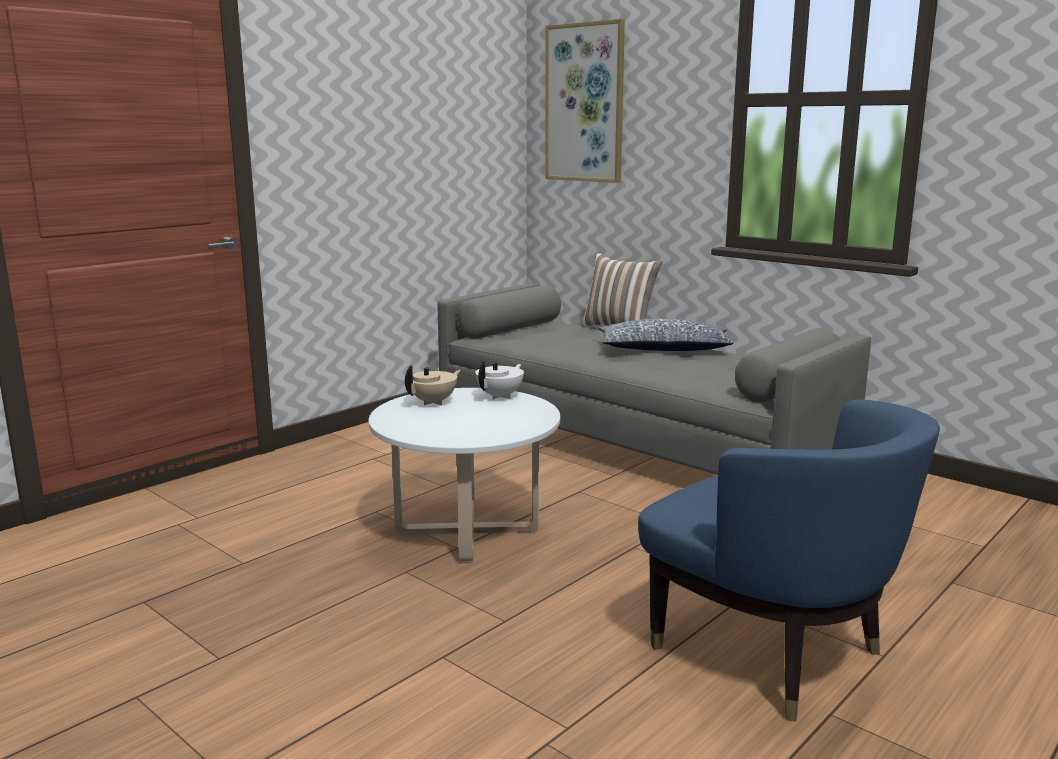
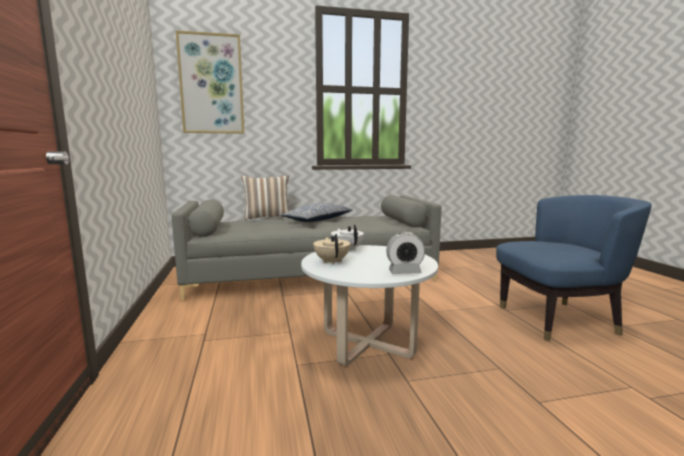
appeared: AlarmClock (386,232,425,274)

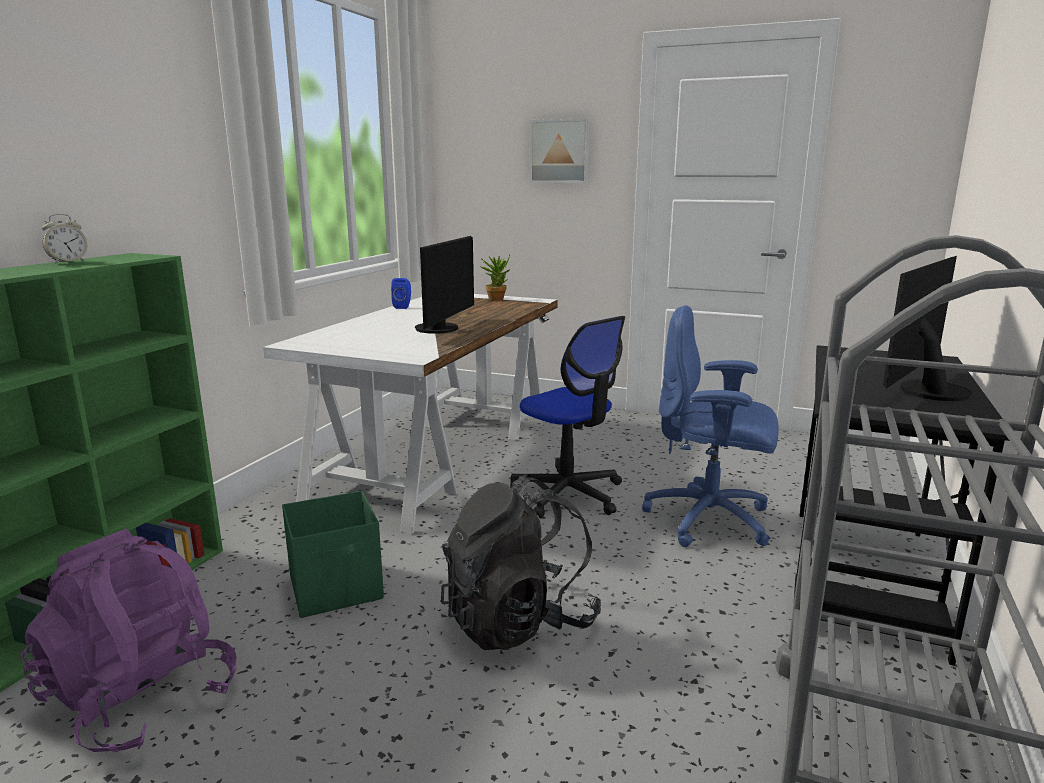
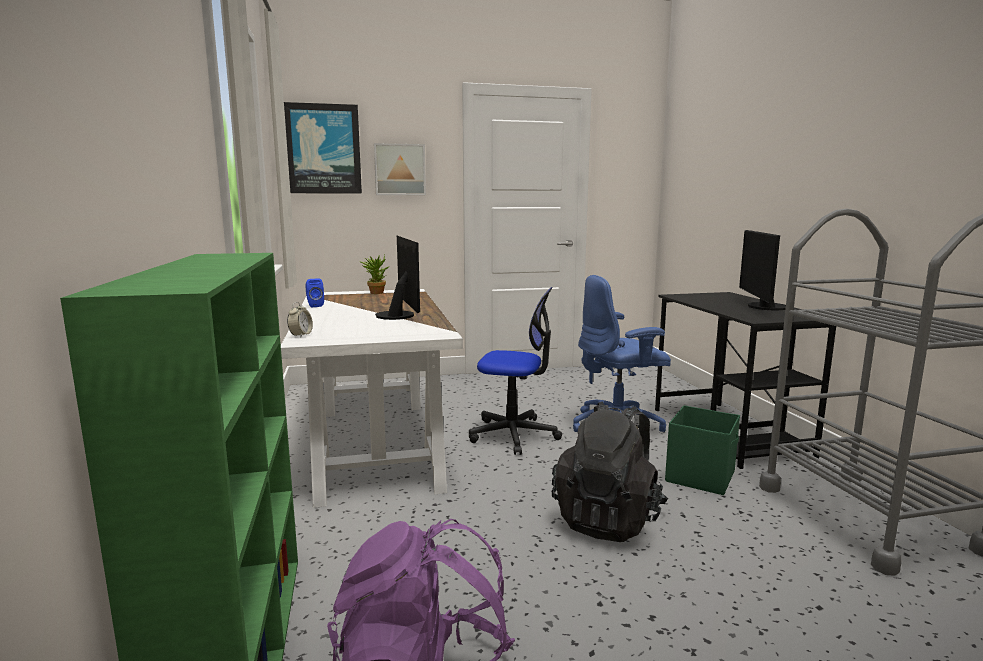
appeared: Picture (284,102,362,194)
relocated: AlarmClock (42,214,88,264) to (287,302,313,337); GreenStorageBox (282,490,384,618) to (665,405,740,495)

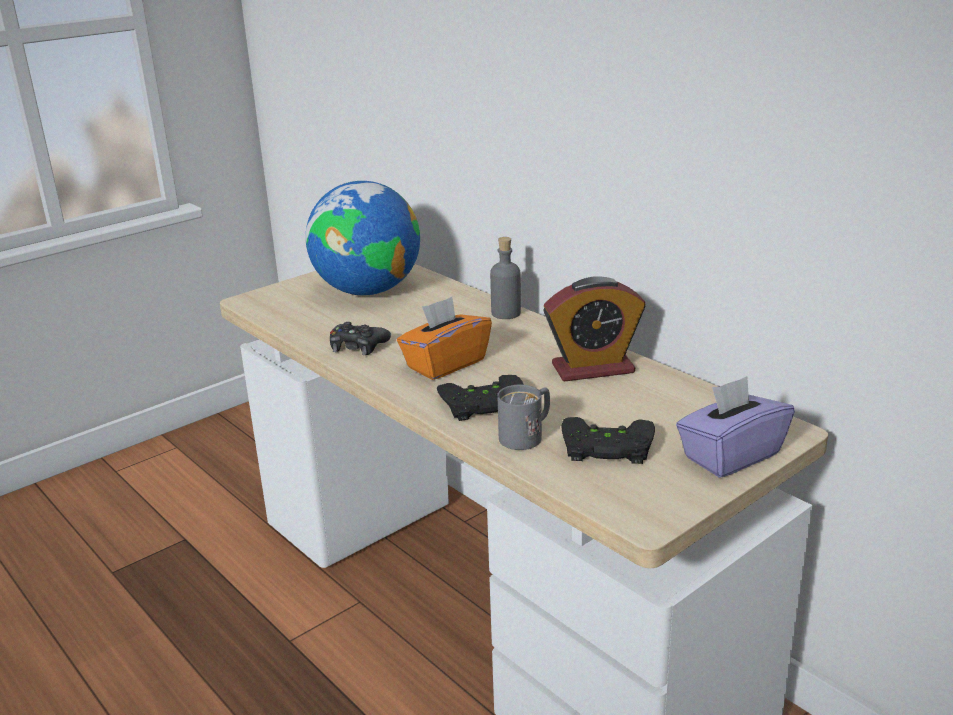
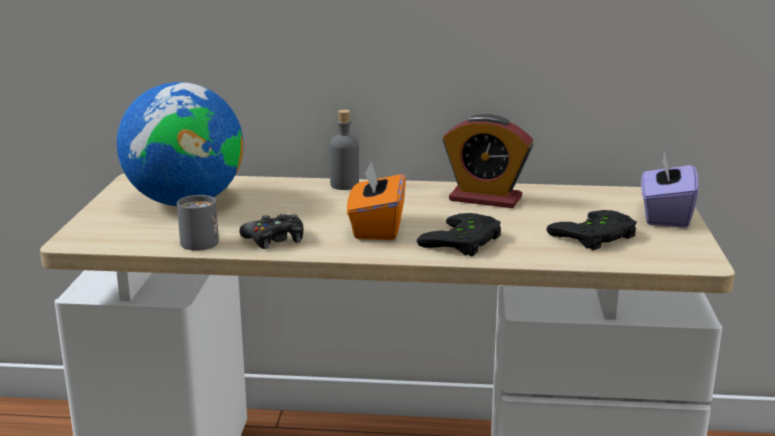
relocated: GreyMug (497,385,550,450) to (177,195,219,251)
spun: AlarmClock (543,276,646,382) = (443,114,533,208) 75 degrees clockwise

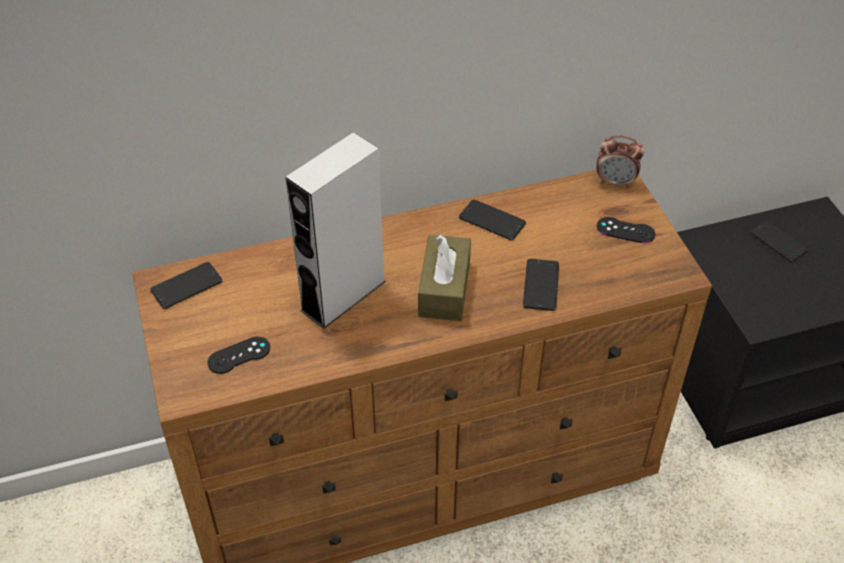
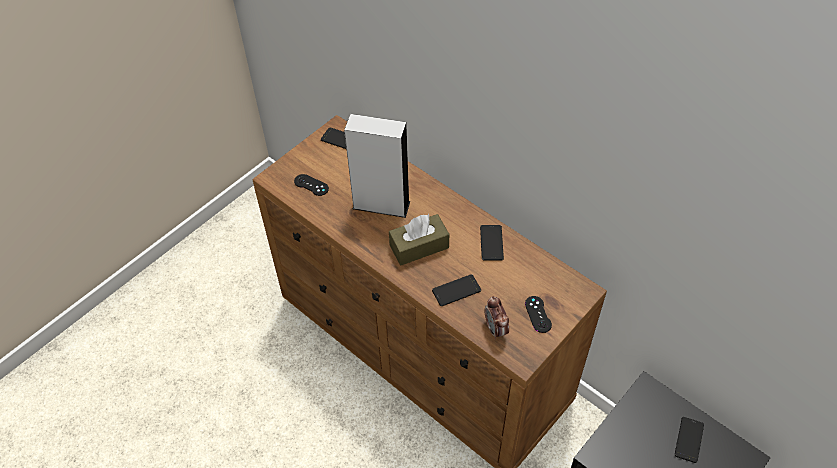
relocated: AlarmClock (597,135,644,188) to (485,296,509,339)

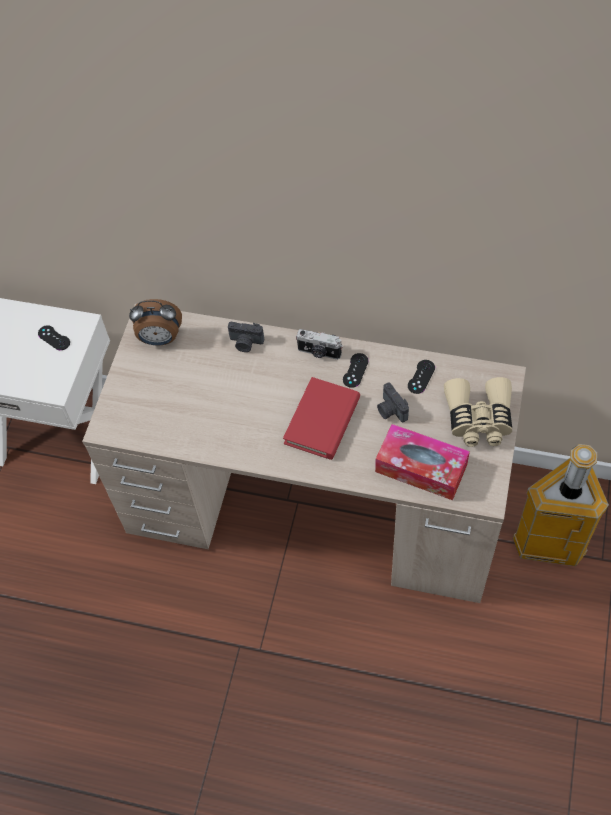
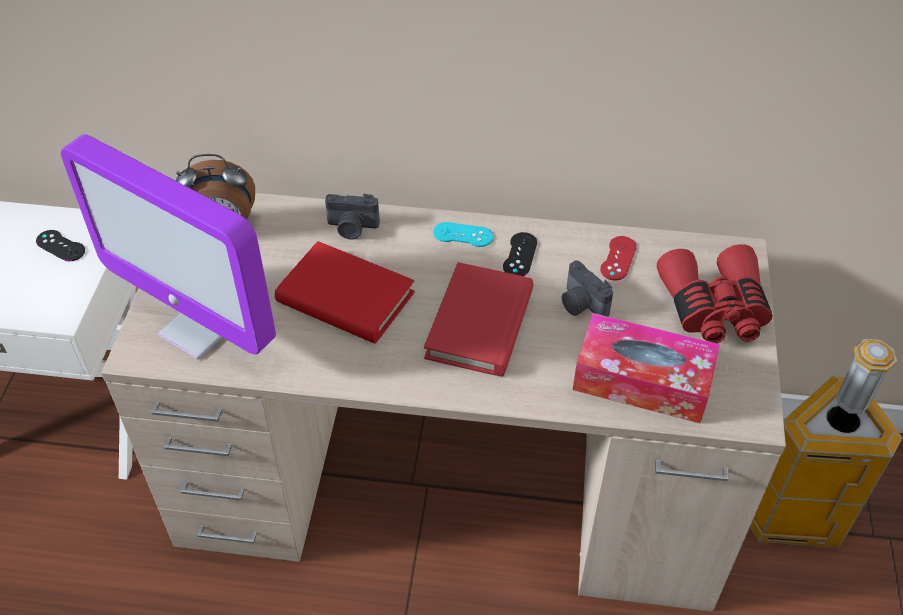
appeared: Monitor (61,134,276,359); RedBook (275,241,415,344)
exchanged: PhotoCamera (296,329,343,360) to TurquoiseGameController (433,222,493,247)
colour: BlackGameController (408,360,435,394) to RedGameController (600,236,637,280); BeigeBinoculars (444,377,512,447) to RedBinoculars (657,244,773,344)

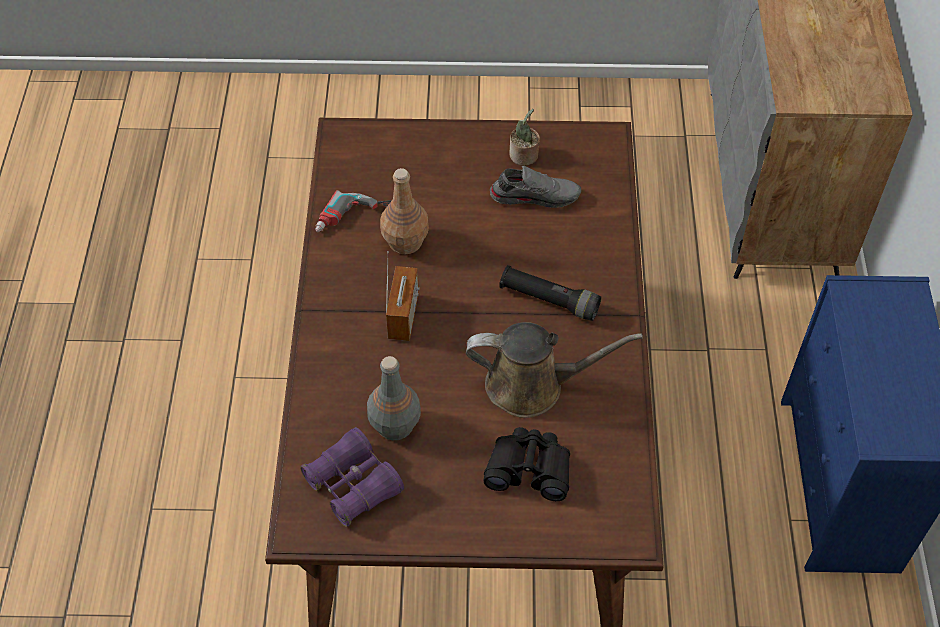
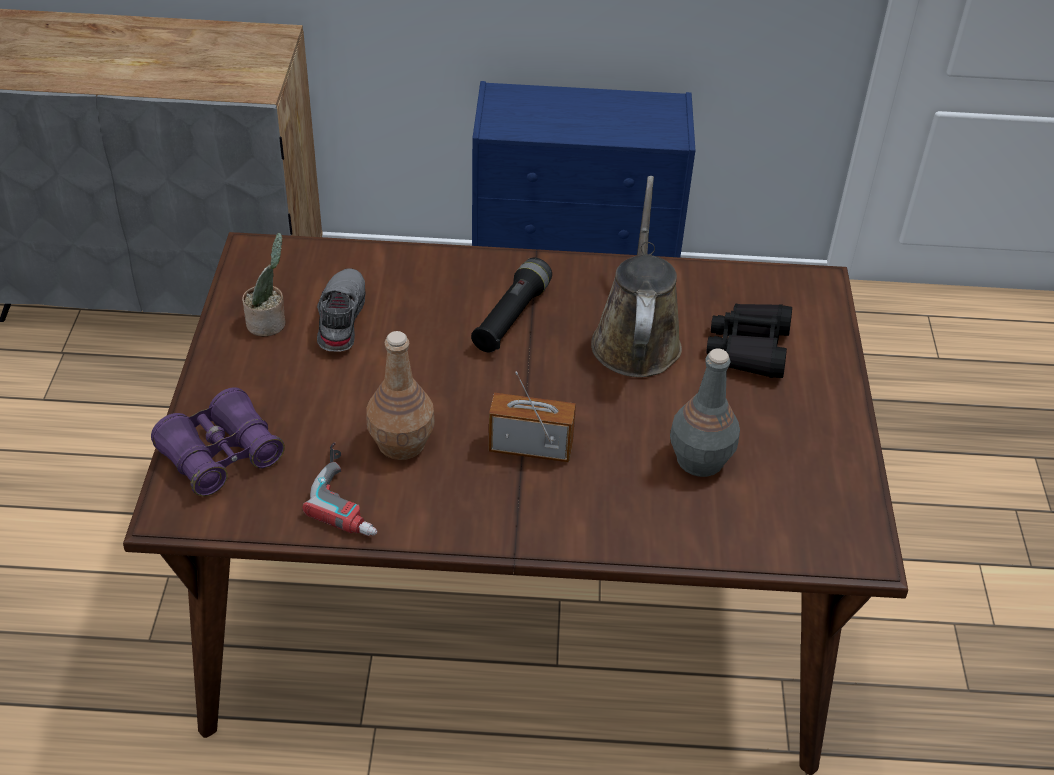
relocated: PurpleBinoculars (300,427,404,527) to (151,387,285,496)

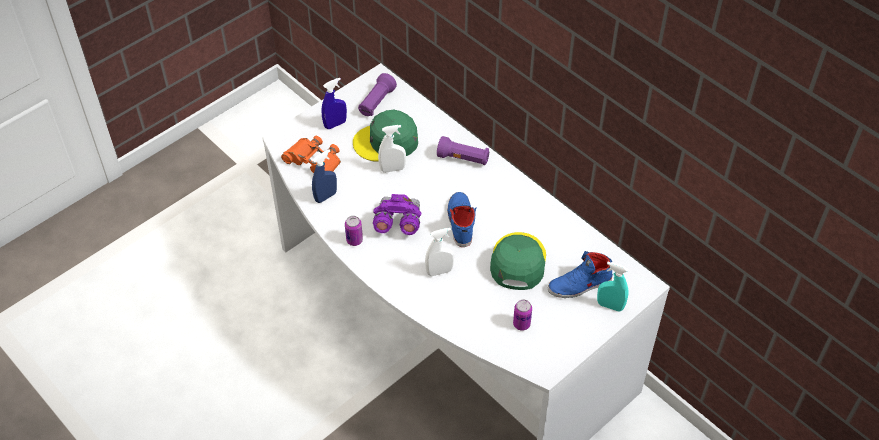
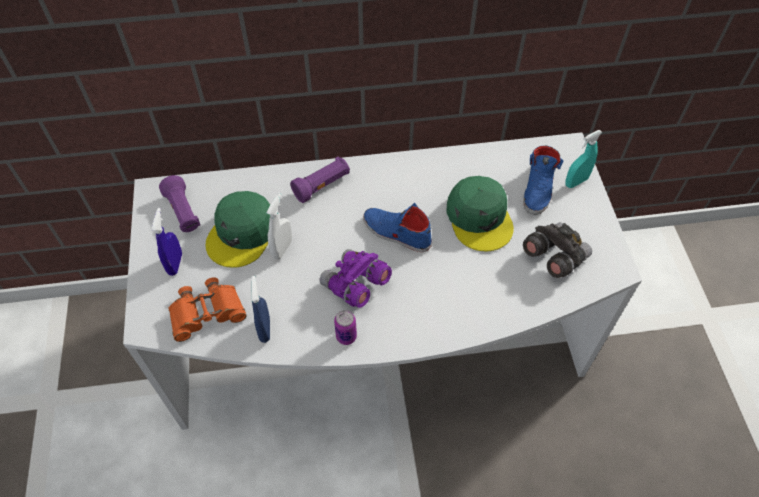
missing: WhiteSprayBottle (425,228,454,276)
exchanged: Can (513,300,532,331) to GreyBinoculars (523,223,592,278)
spun: GreenCap (490,232,546,290) = (447,176,514,251) 150 degrees counterclockwise

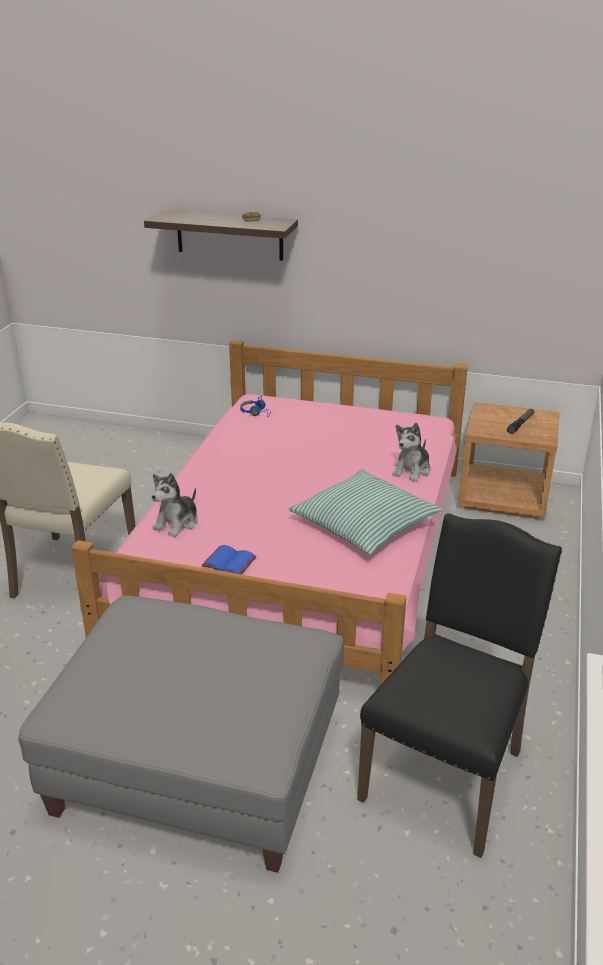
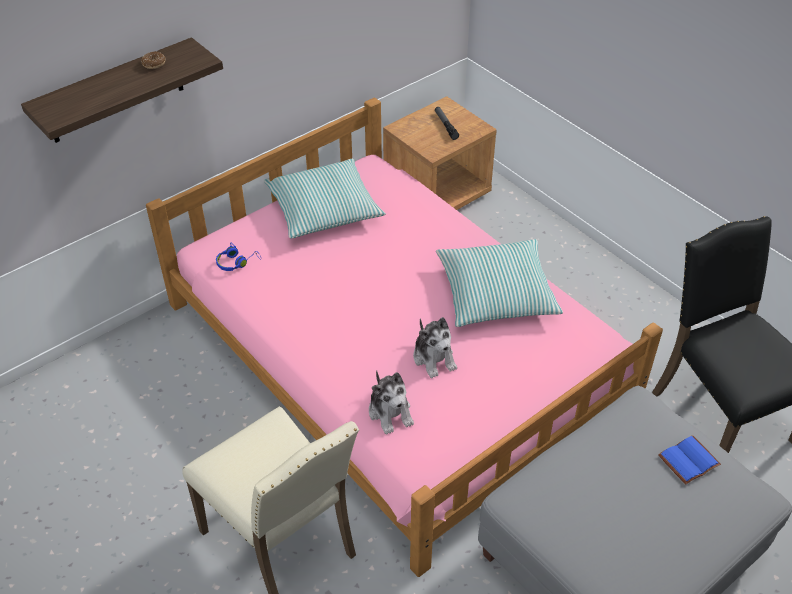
appeared: Pillow (264,159,386,239)
relocated: BlueBook (201,545,257,574) to (658,435,721,485); PlushToy (392,423,431,482) to (413,317,457,378)

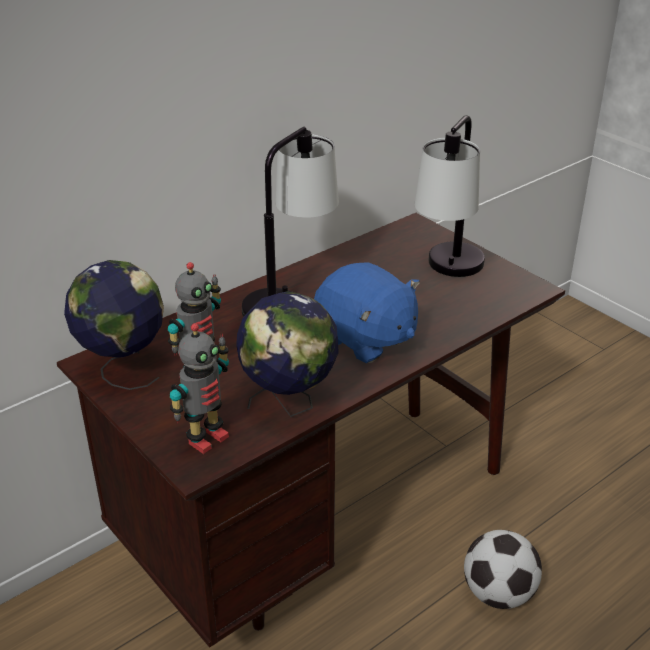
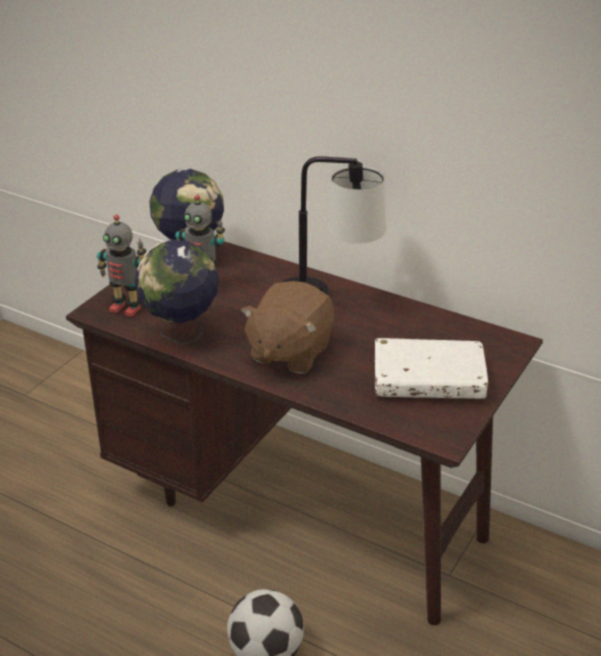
exchanged: TableLamp (415,115,485,277) to WhiteBook (375,338,488,399)
colour: BluePlushToy (314,262,420,363) to BrownPlushToy (241,281,334,374)

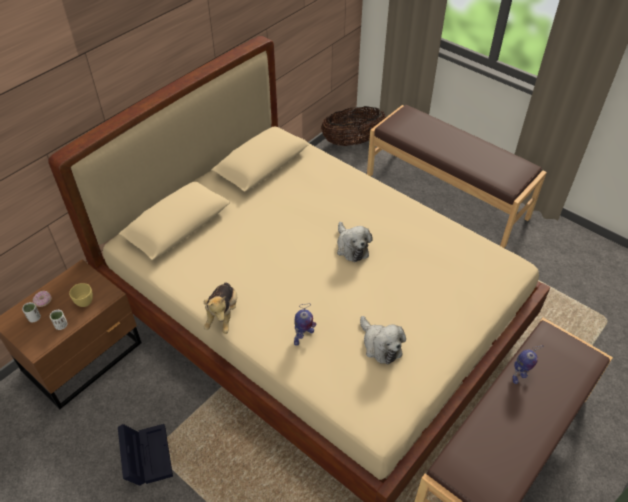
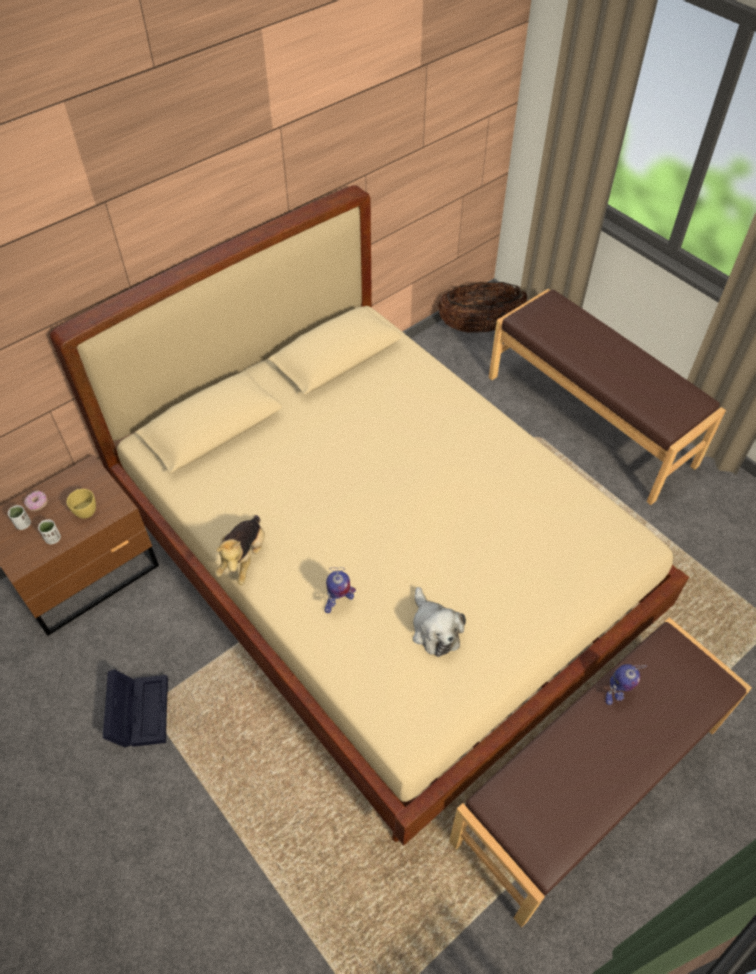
missing: PlushToy (337,222,373,262)

